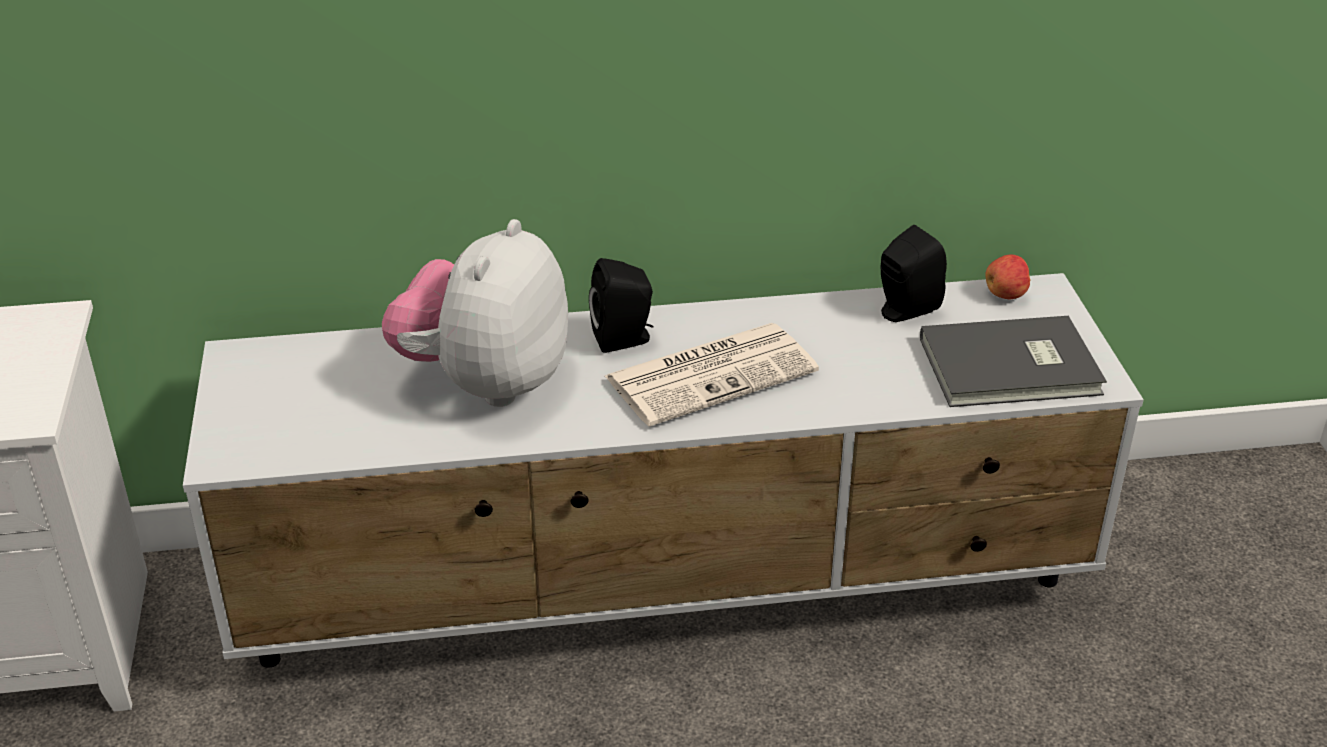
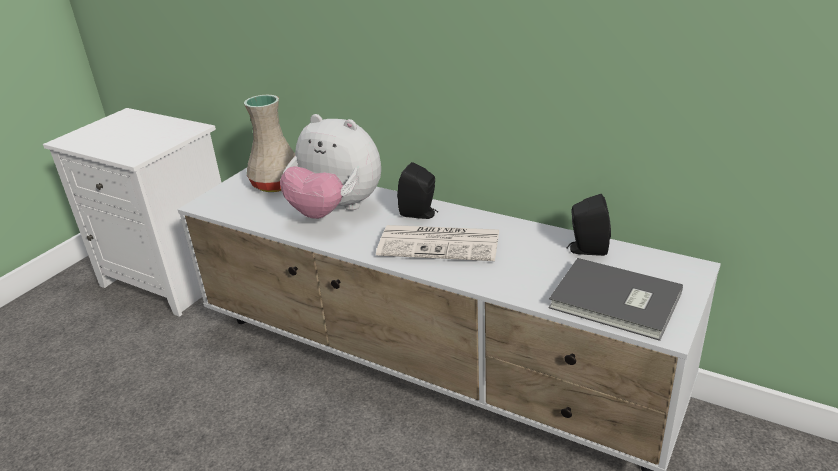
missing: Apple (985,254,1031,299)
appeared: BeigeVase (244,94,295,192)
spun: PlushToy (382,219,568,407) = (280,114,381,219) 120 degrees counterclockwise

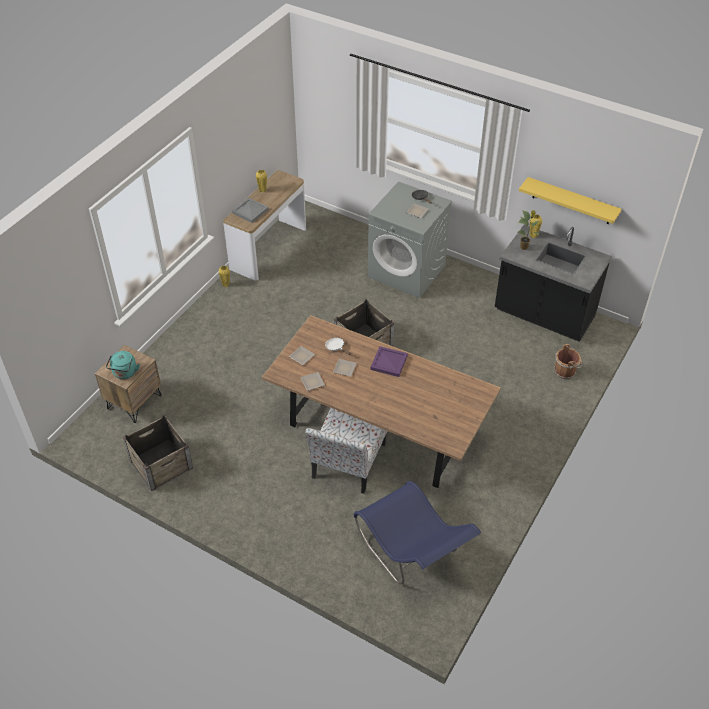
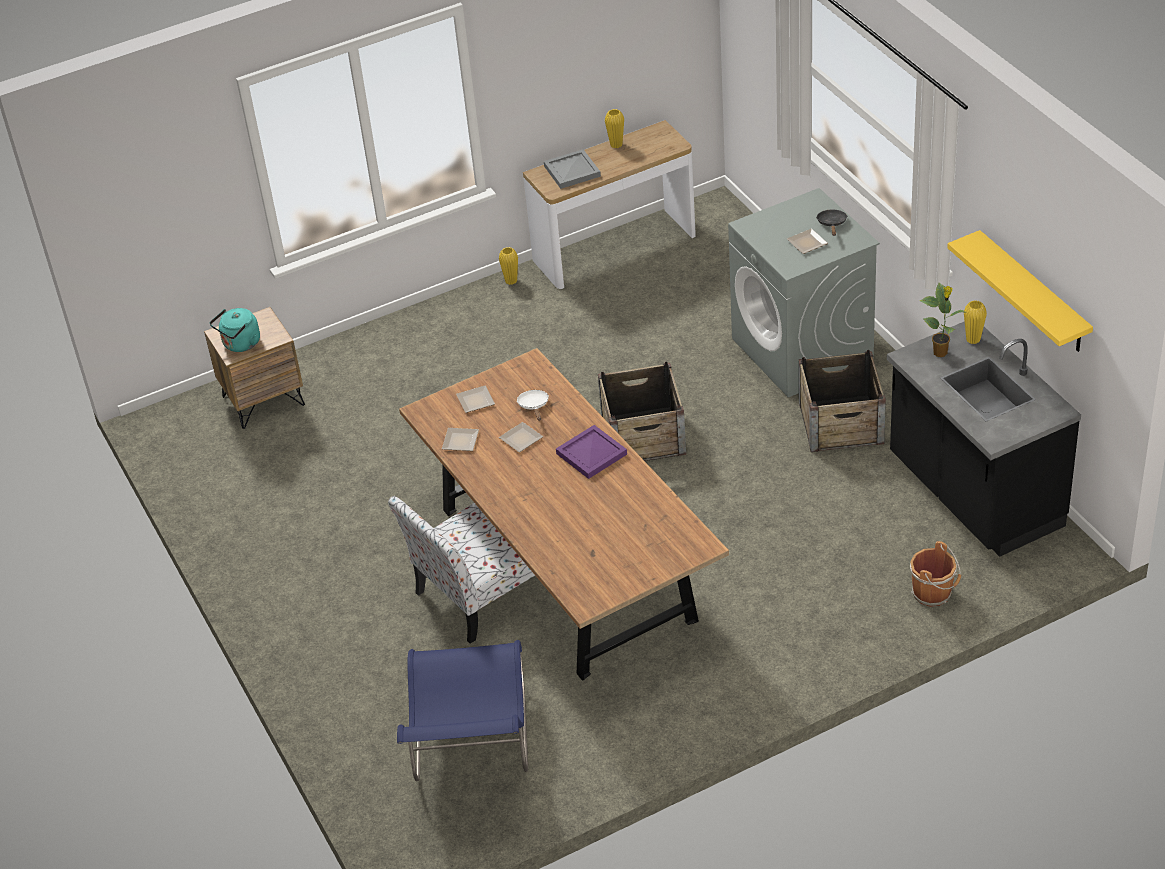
relocated: Crate (123,415,193,491) to (799,350,886,452)

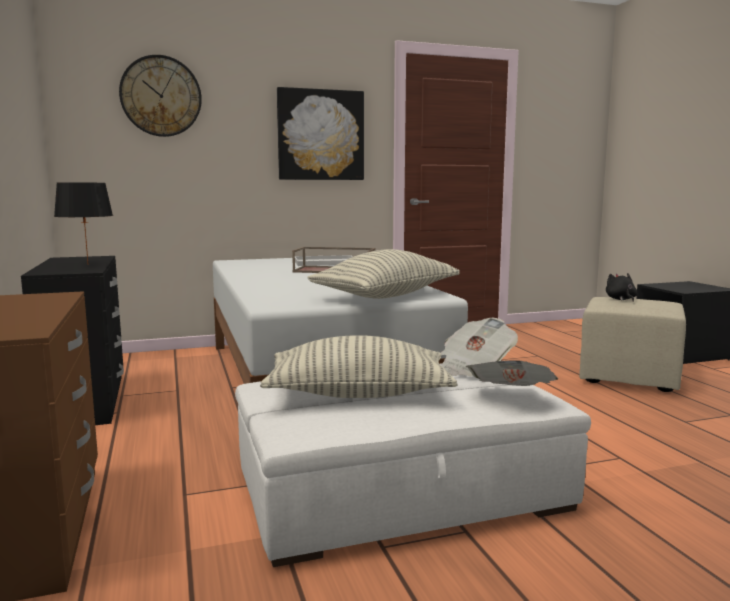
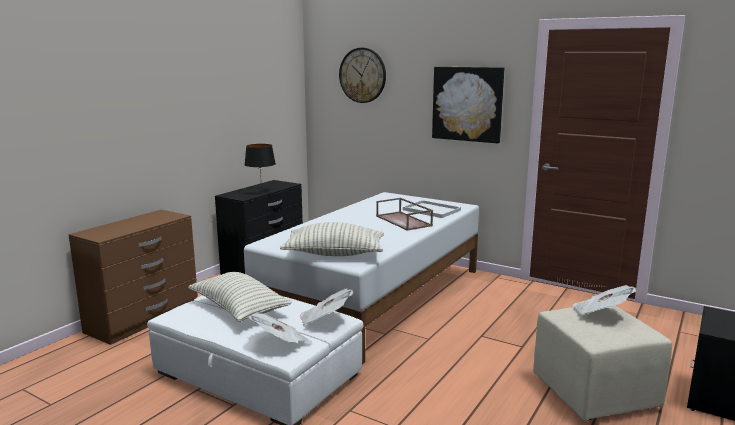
exchanged: BlackPlushToy (606,273,637,302) to Newspaper (572,285,636,315)

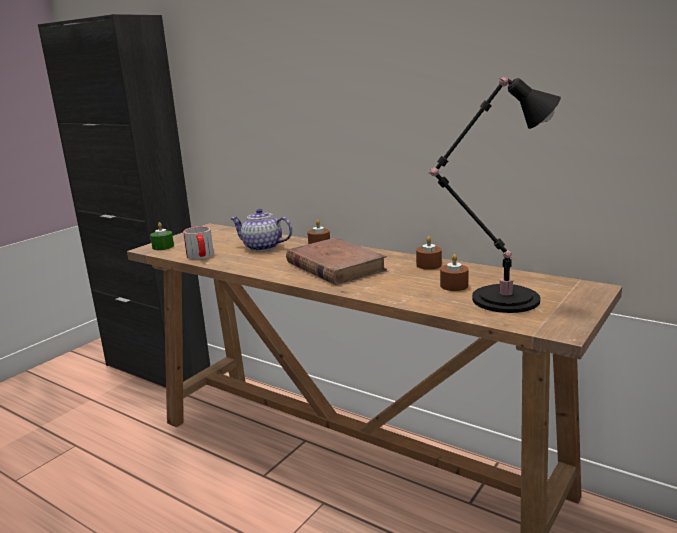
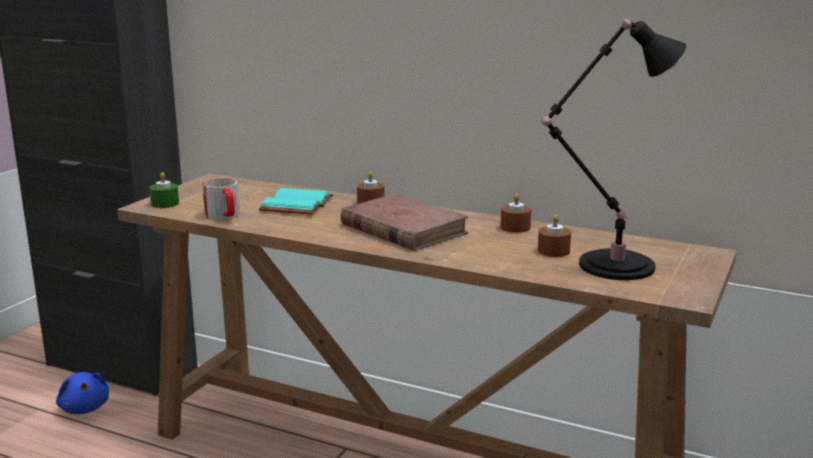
appeared: BluePlushToy (56,372,109,414)
exchanged: Teapot (230,208,292,251) to TurquoiseBook (259,188,333,215)

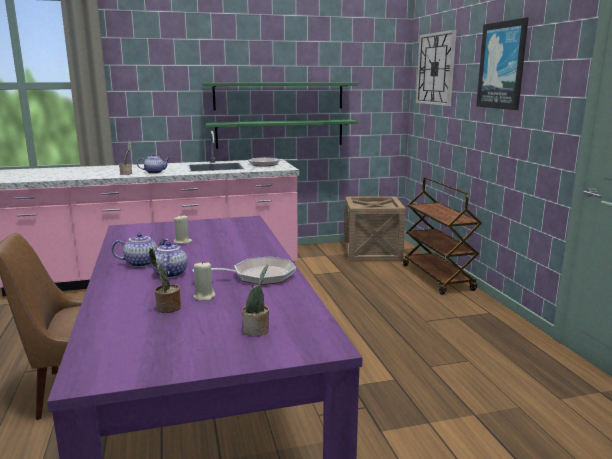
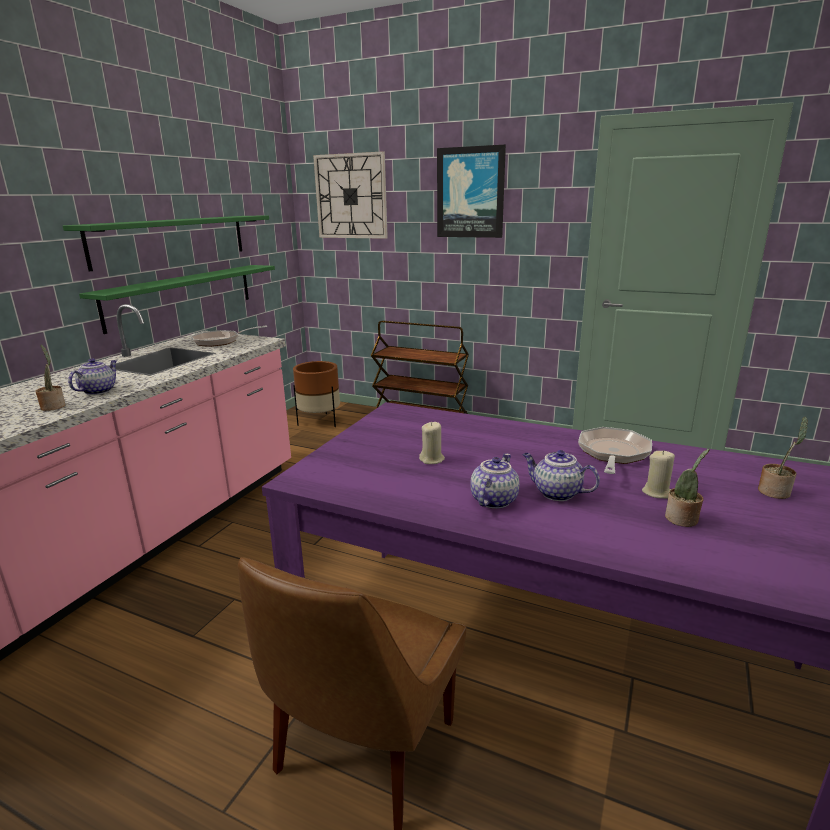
exchanged: Crate (344,196,406,262) to BrownPlanter (293,361,340,427)

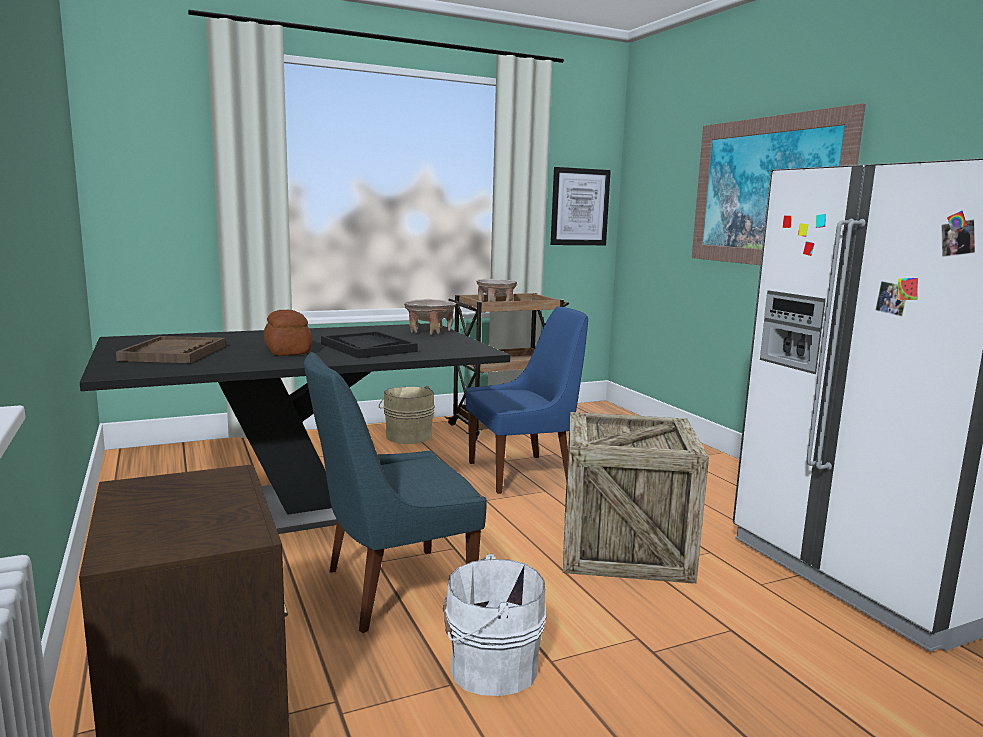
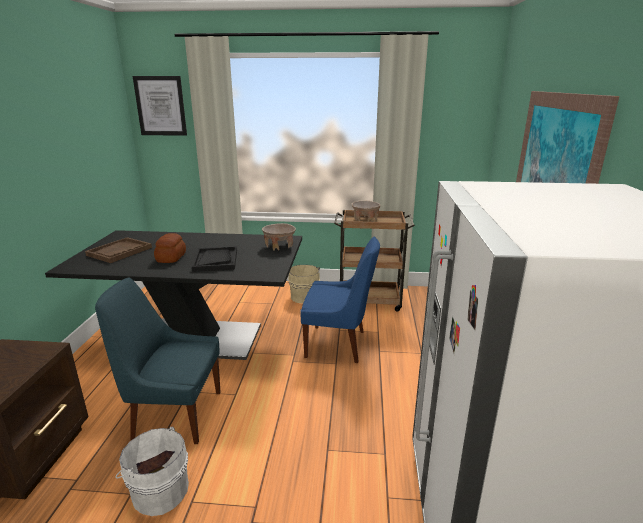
missing: Crate (563,412,709,584)
relocated: Picture (551,167,611,245) to (133,76,187,136)

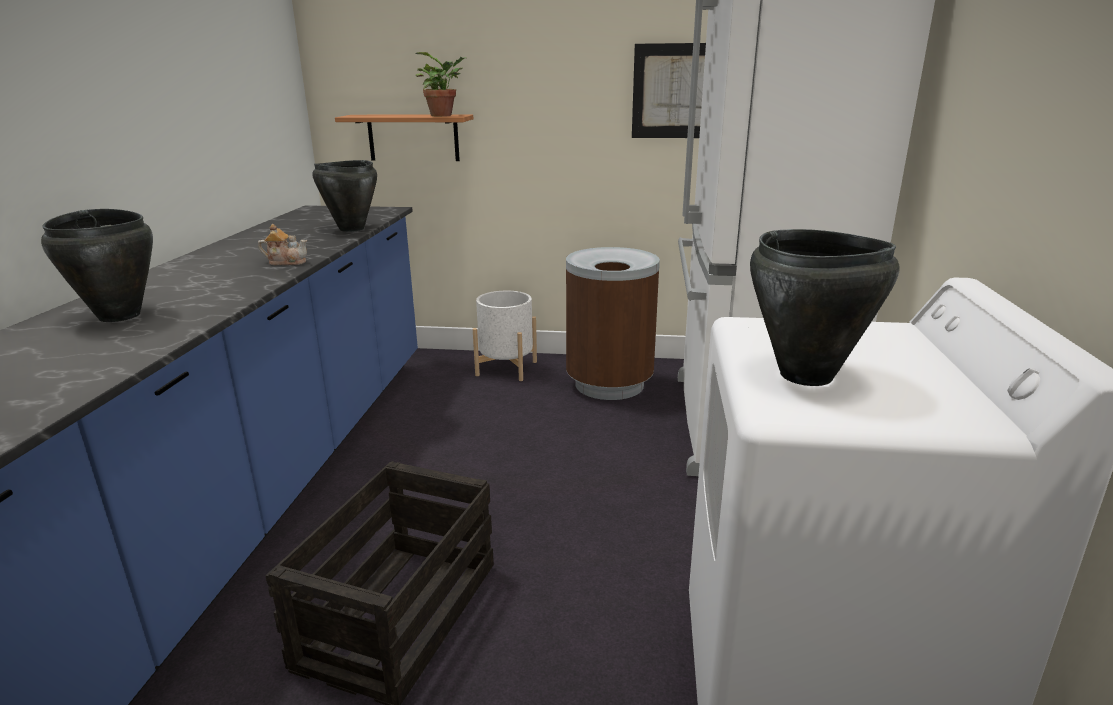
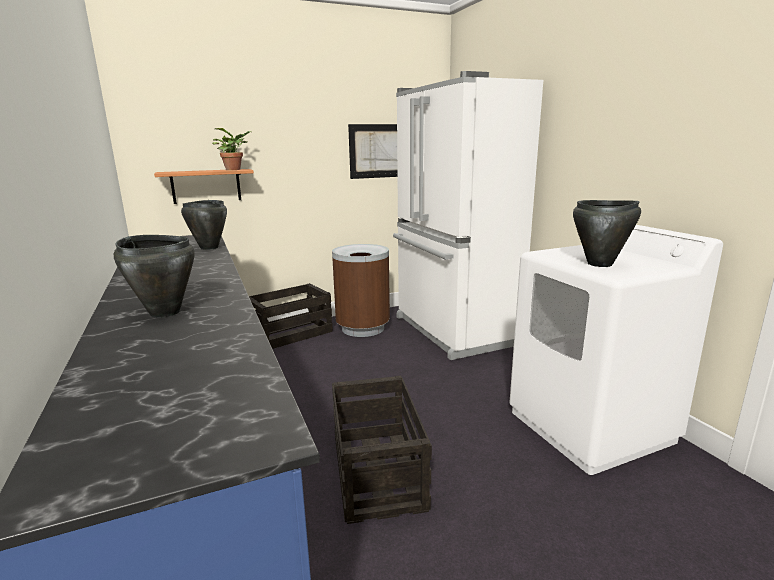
missing: Teapot (258,224,307,265)
exchanged: WhitePlanter (473,291,537,381) to Crate (249,283,333,349)

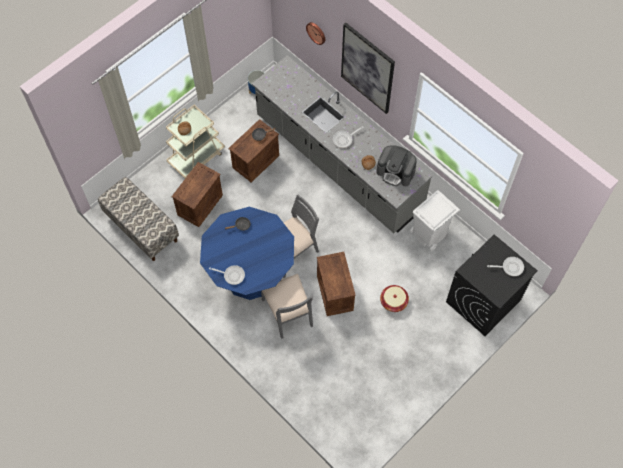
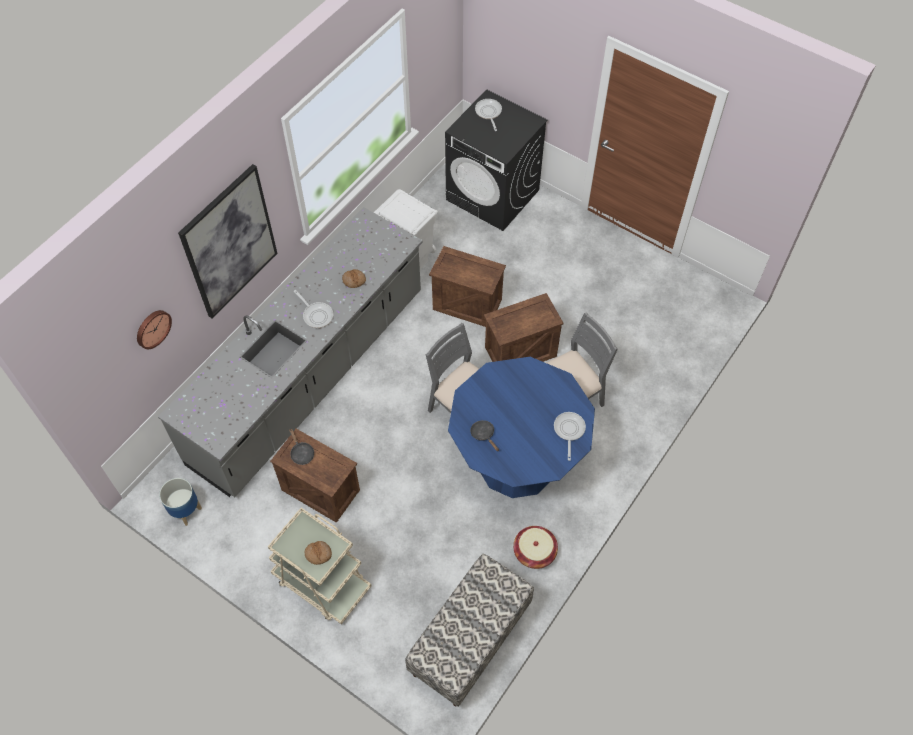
missing: CoffeeMachine (376,145,417,186)
relocated: Crate (172,162,223,227) to (429,246,506,327); Basket (380,285,409,312) to (513,526,558,569)

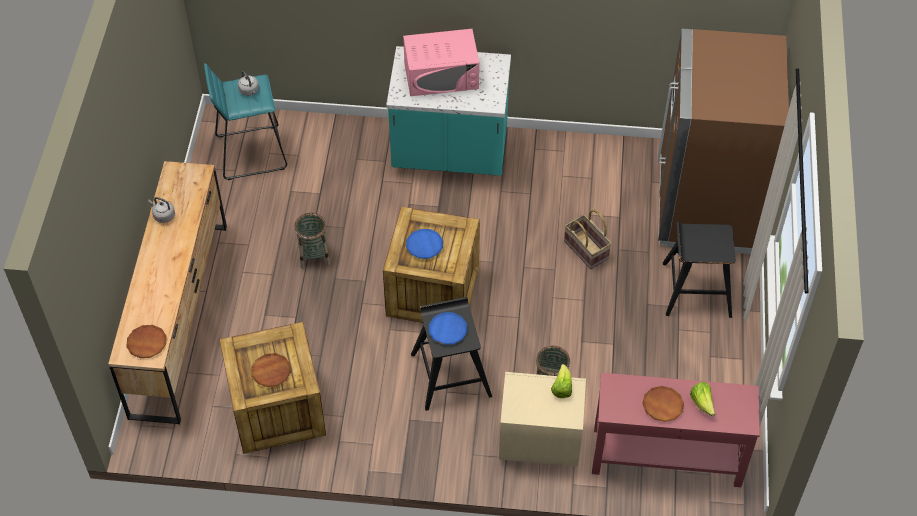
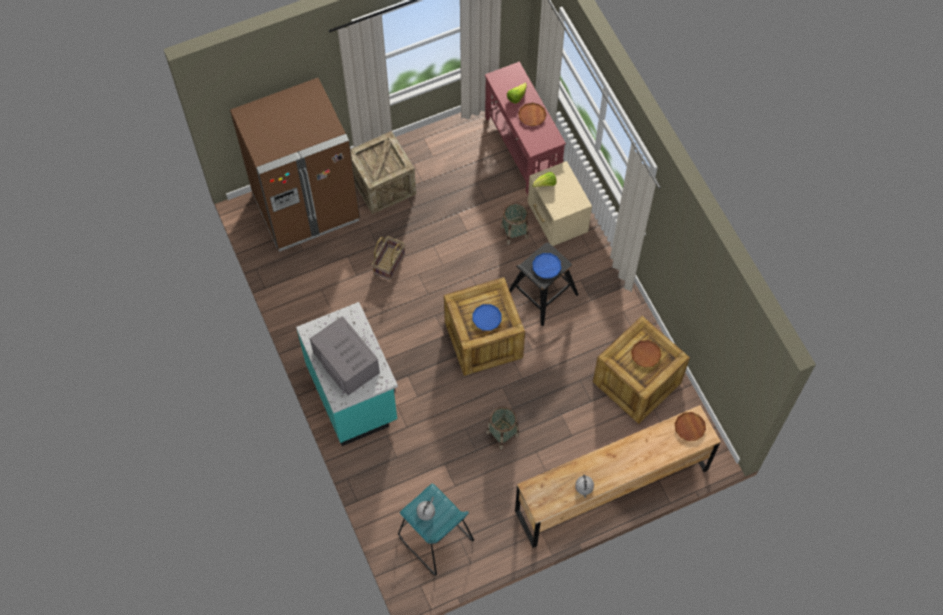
exchanged: BlackStool (663,220,735,318) to Crate (350,131,416,214)
colour: PinkMicrowave (403,29,479,96) to GreyMicrowave (310,316,380,395)

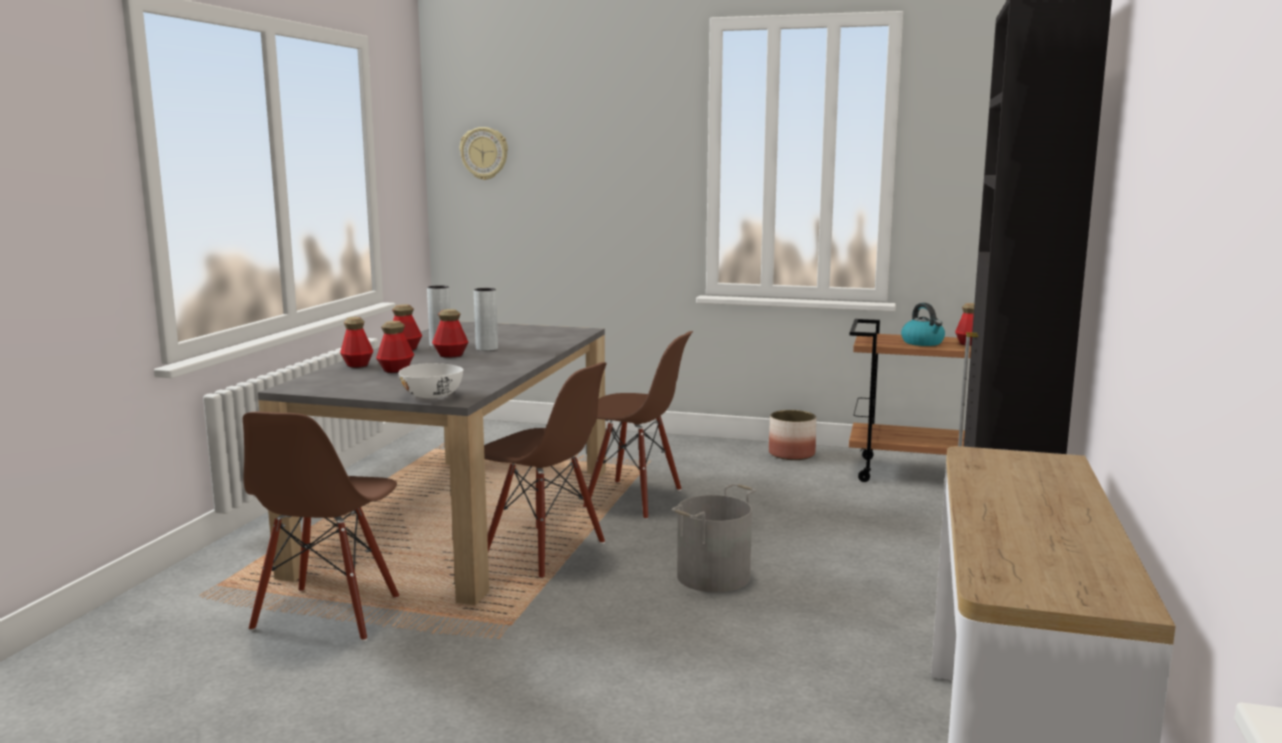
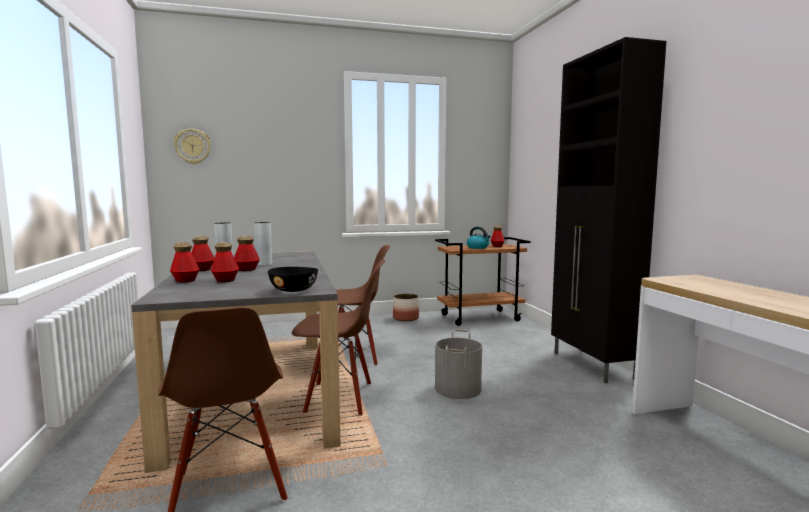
colour: WhiteBowl (399,363,463,398) to BlackBowl (268,267,318,292)

